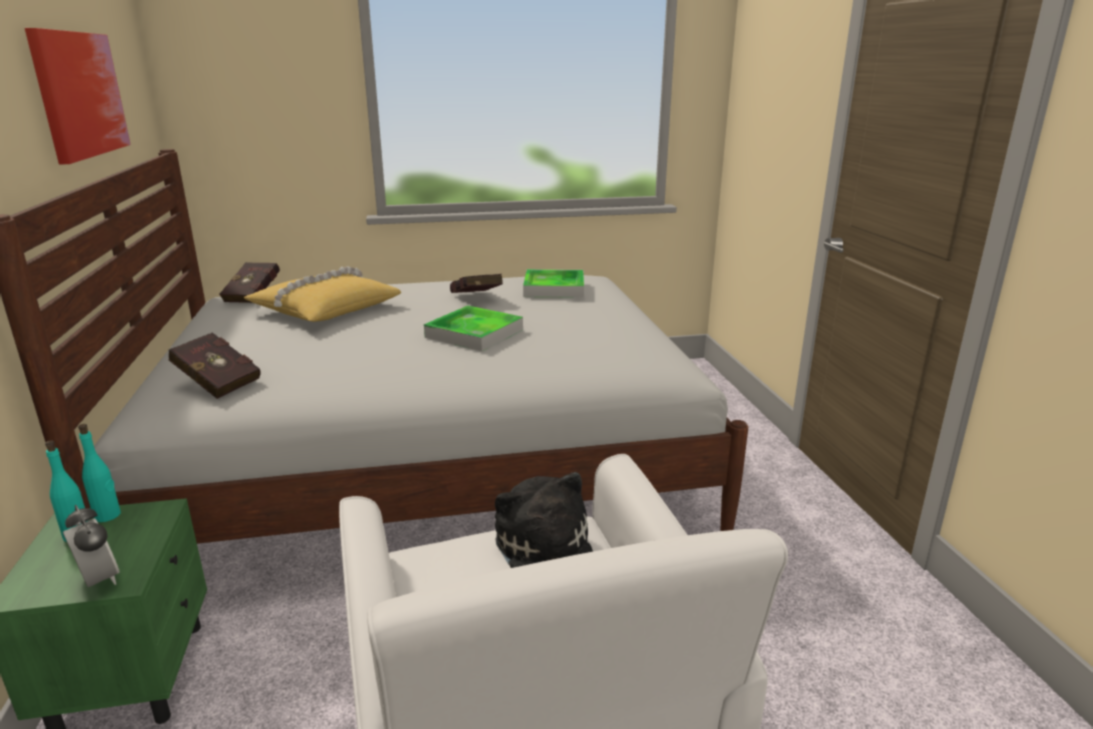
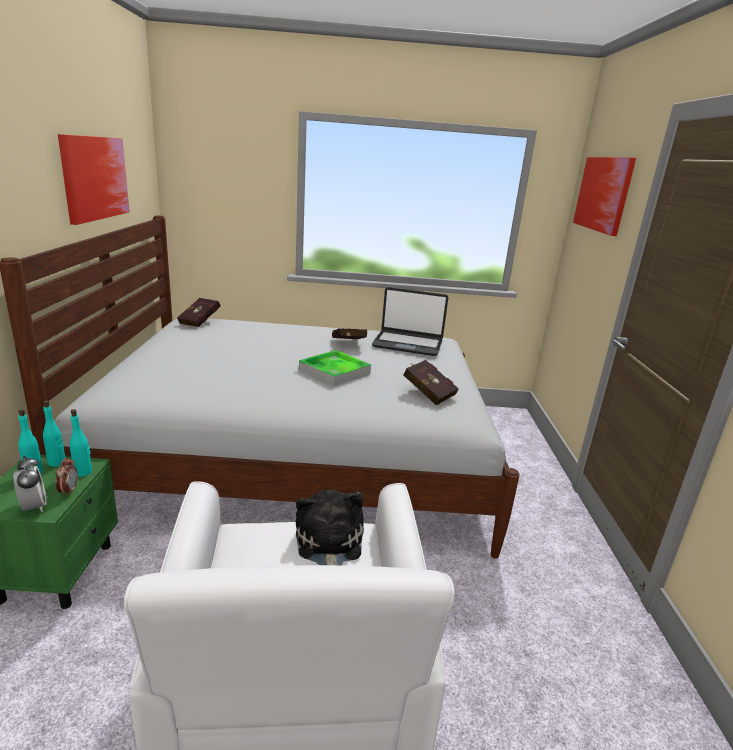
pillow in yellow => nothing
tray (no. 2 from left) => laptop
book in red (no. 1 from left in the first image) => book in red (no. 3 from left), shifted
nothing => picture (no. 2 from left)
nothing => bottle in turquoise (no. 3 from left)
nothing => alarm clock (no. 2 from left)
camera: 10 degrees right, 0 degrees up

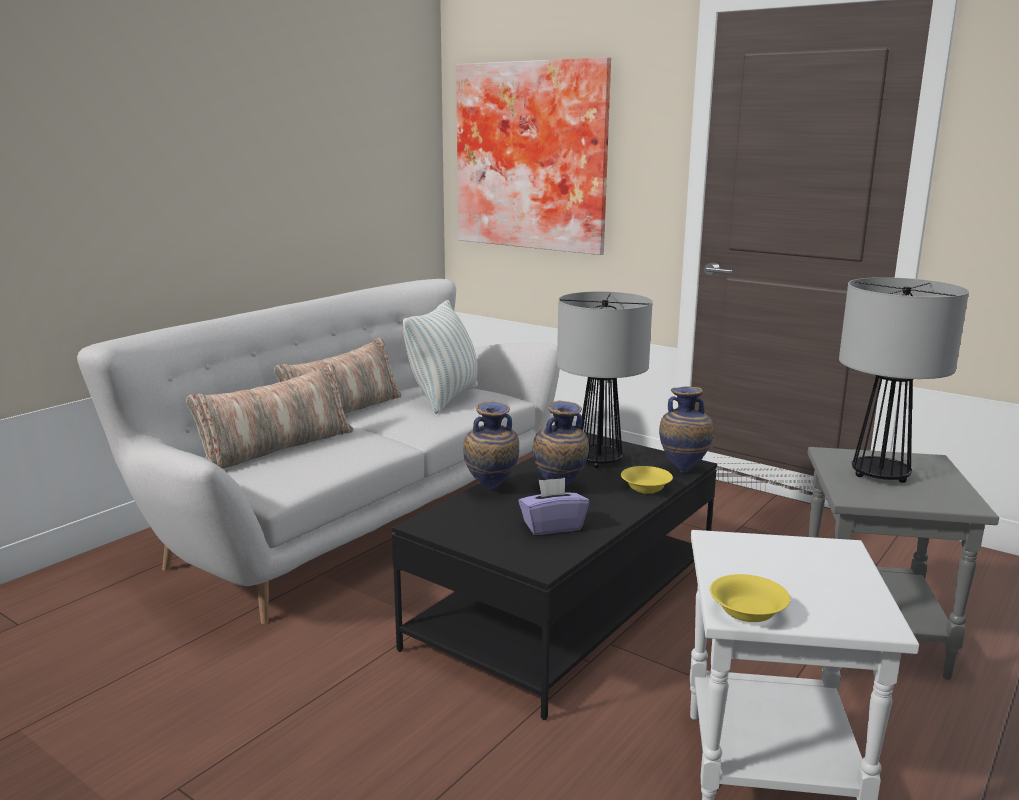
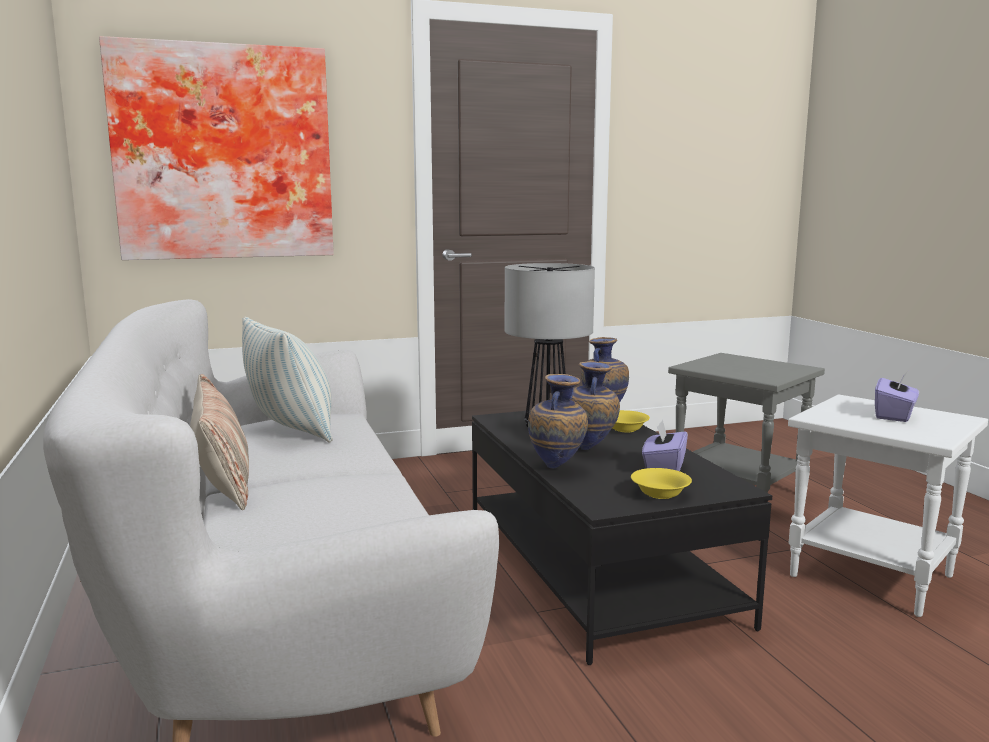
table lamp (no. 2 from left) => nothing
pillow (no. 1 from left) => nothing
bowl in yellow (no. 2 from left), shifted
nothing => tissue box in purple (no. 2 from left)
camera: 55 degrees left, 5 degrees down

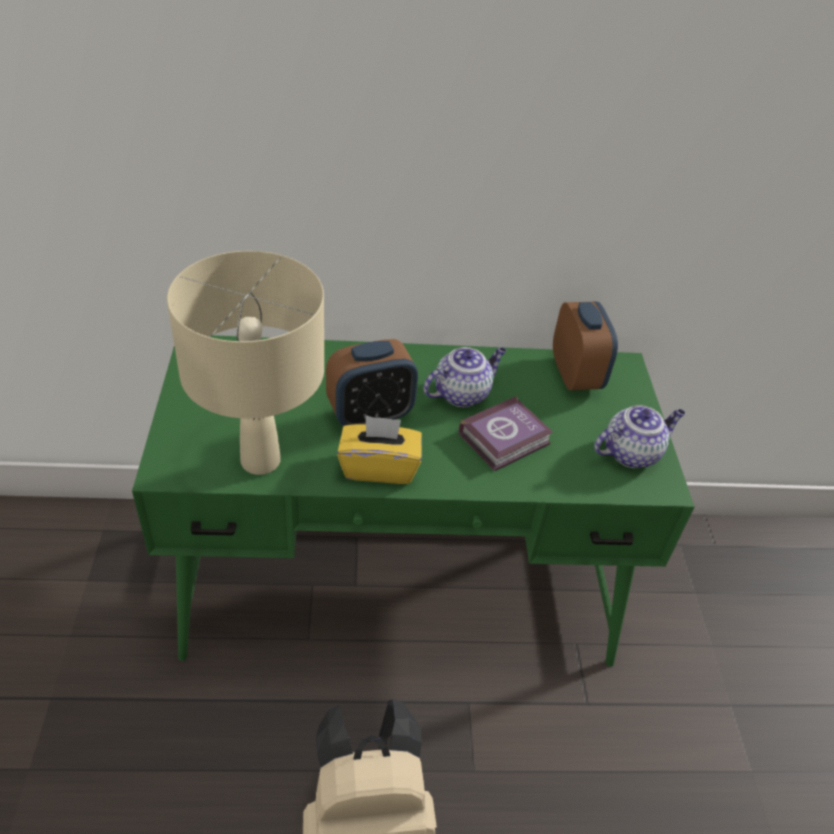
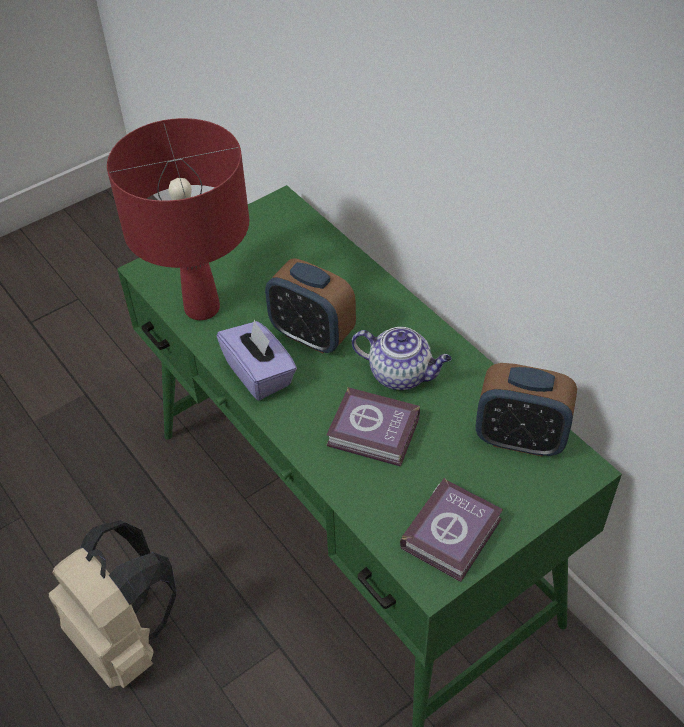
table lamp in beige => table lamp in red
alarm clock (no. 2 from left), 60 degrees clockwise
teapot (no. 2 from left) => book (no. 2 from left)
tissue box in yellow => tissue box in purple
camera: 60 degrees right, 5 degrees up

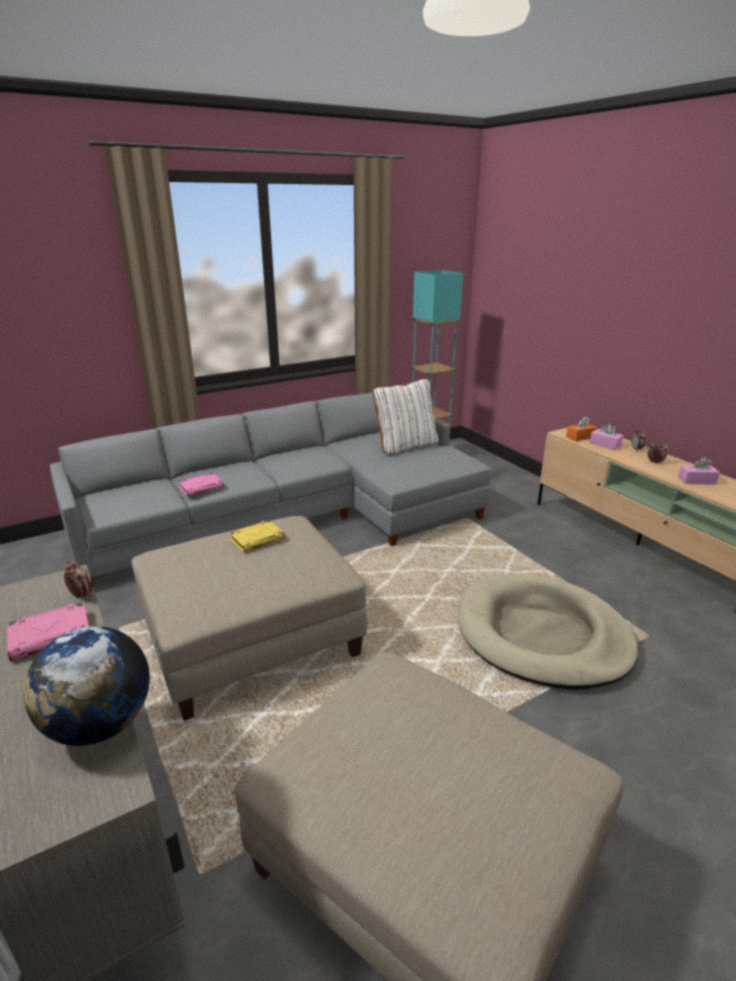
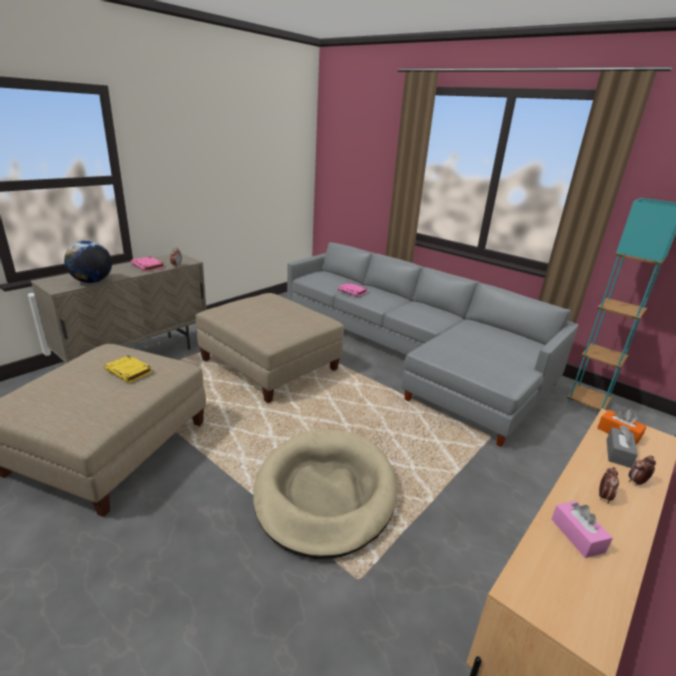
pillow in white => nothing
tissue box in pink (no. 1 from left) => tissue box in grey
book in yellow, shifted
camera: 70 degrees right, 0 degrees up

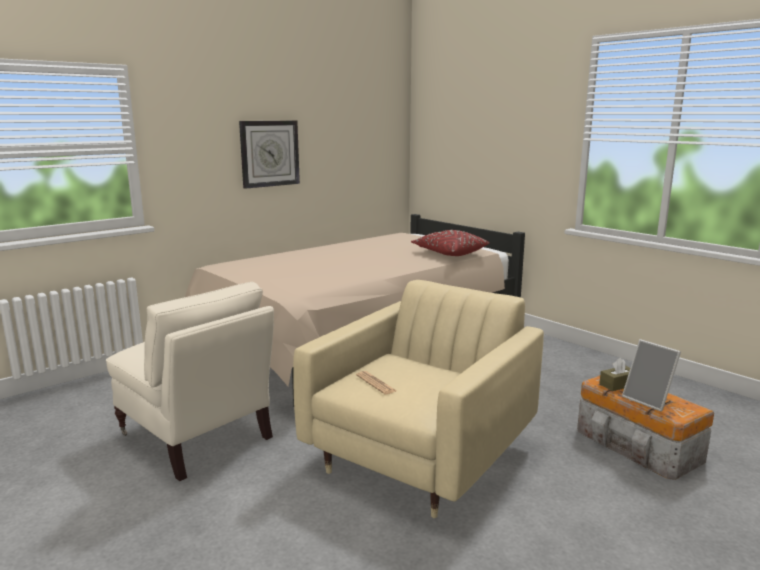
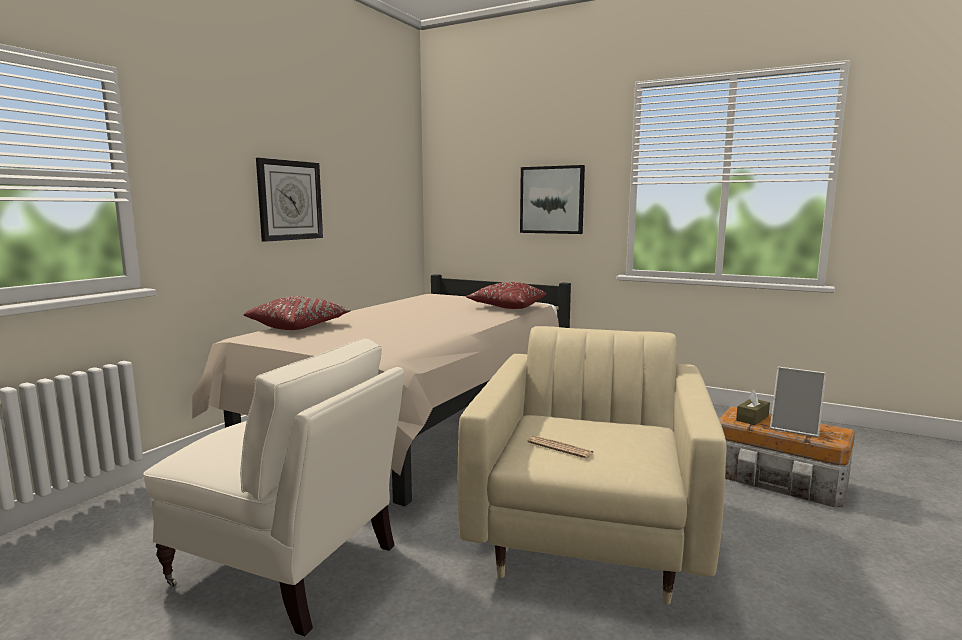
nothing => picture
nothing => pillow in red (no. 1 from left)
camera: 20 degrees left, 5 degrees down

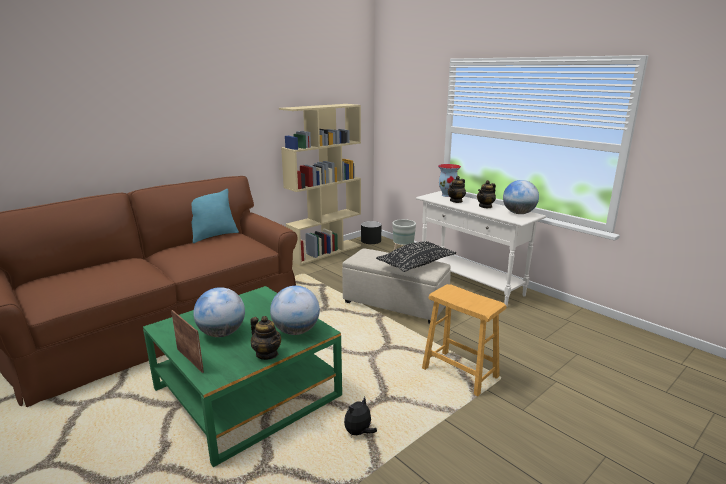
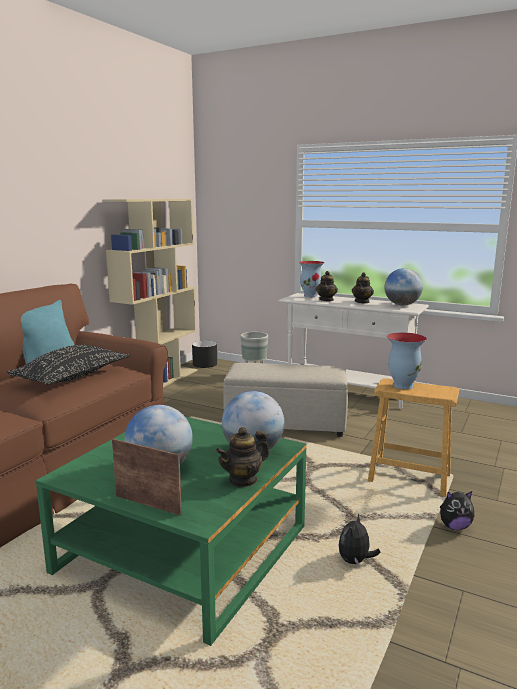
pillow in black, shifted
teapot (no. 1 from left), 120 degrees clockwise
nothing => vase (no. 2 from left)
nothing => plush toy (no. 2 from left)
camera: 20 degrees left, 5 degrees down

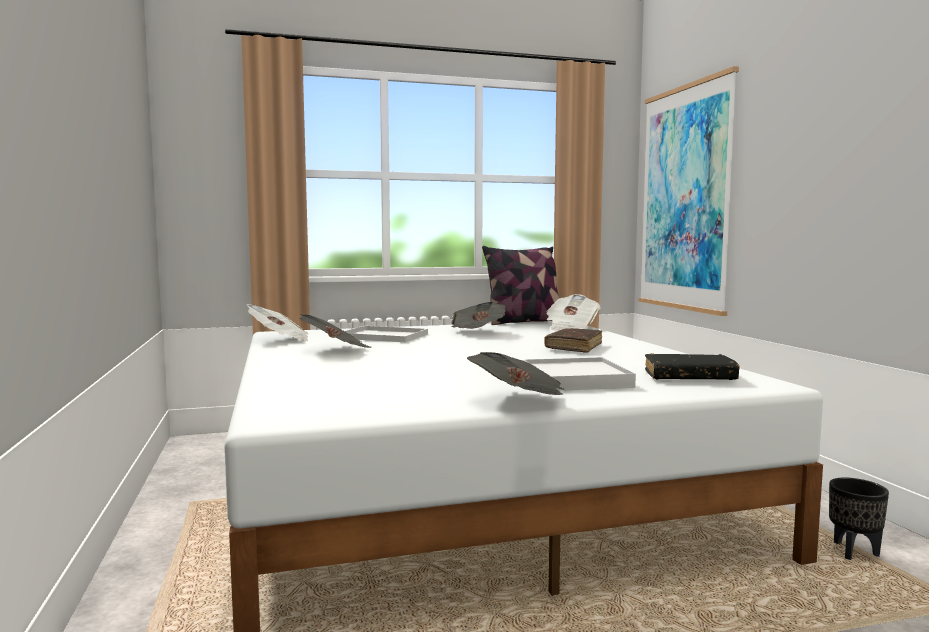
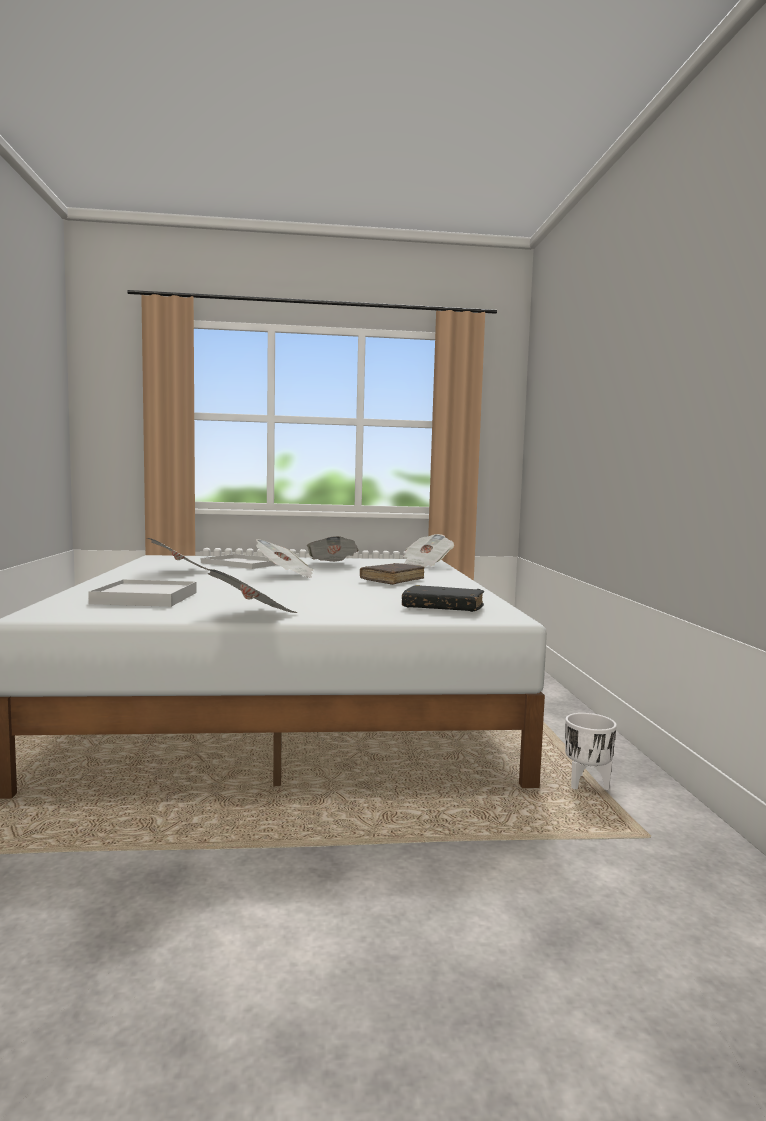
picture => nothing
pillow => nothing
newspaper (no. 1 from left in the first image) => newspaper (no. 3 from left), shifted
tray in white (no. 2 from left in the first image) => tray in white (no. 1 from left), shifted
planter in black => planter in white
camera: 10 degrees right, 0 degrees up

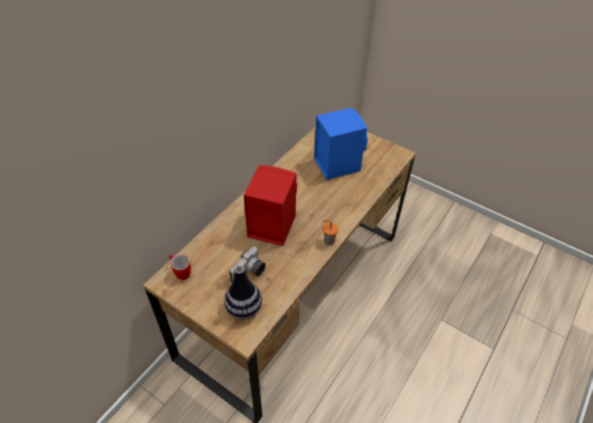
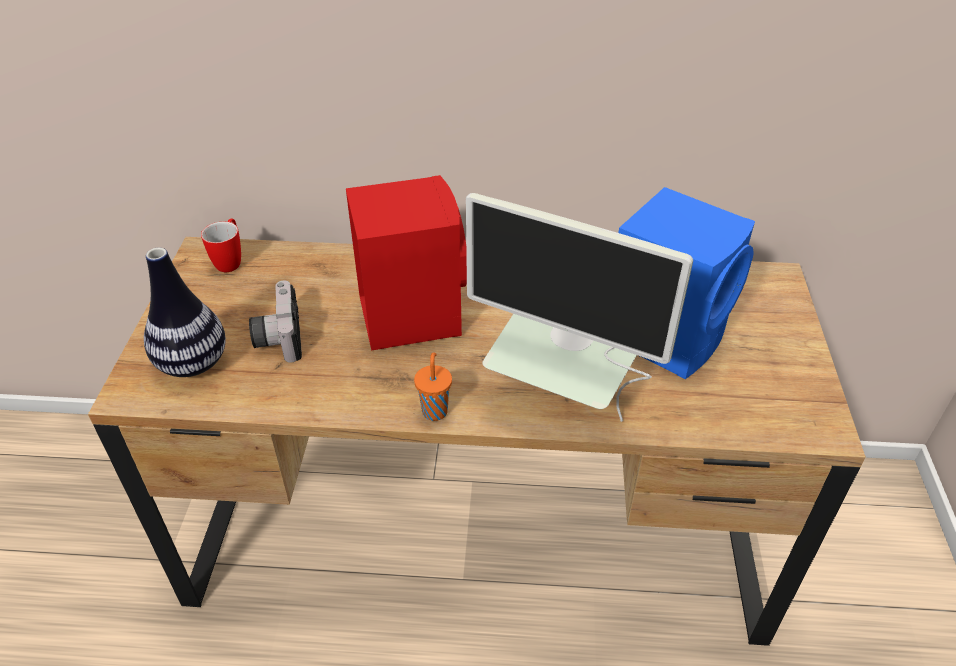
photo camera, 75 degrees clockwise
nothing => monitor
camera: 60 degrees right, 5 degrees down

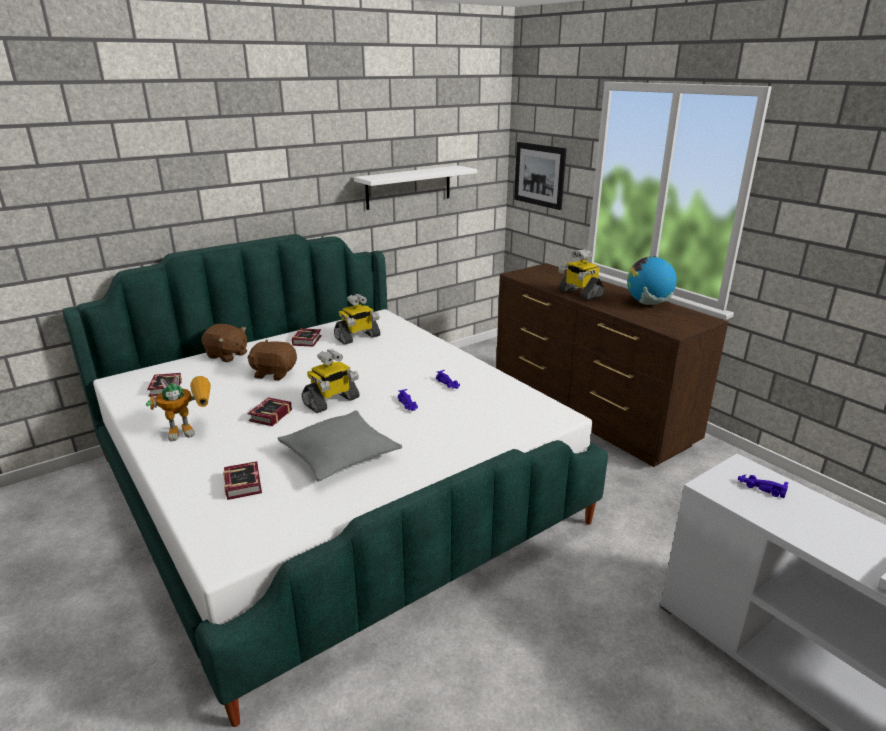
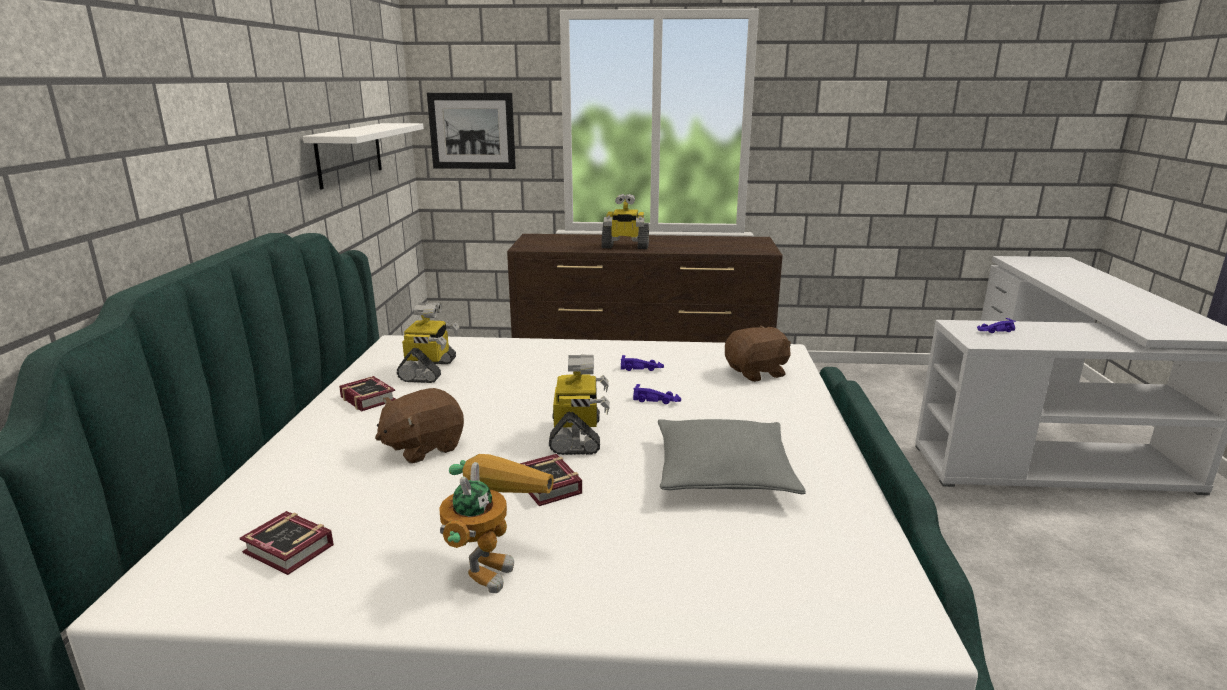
globe => nothing
plush toy in brown (no. 1 from left in the first image) => plush toy in brown (no. 2 from left), shifted
book (no. 2 from left) => nothing
camera: 50 degrees left, 5 degrees down

